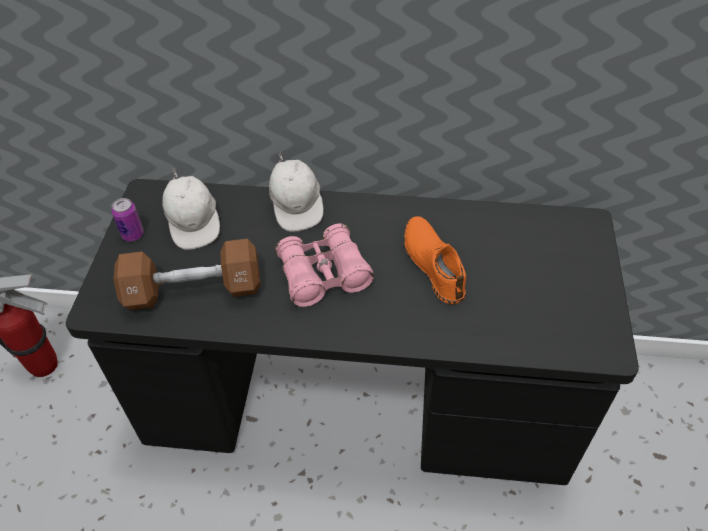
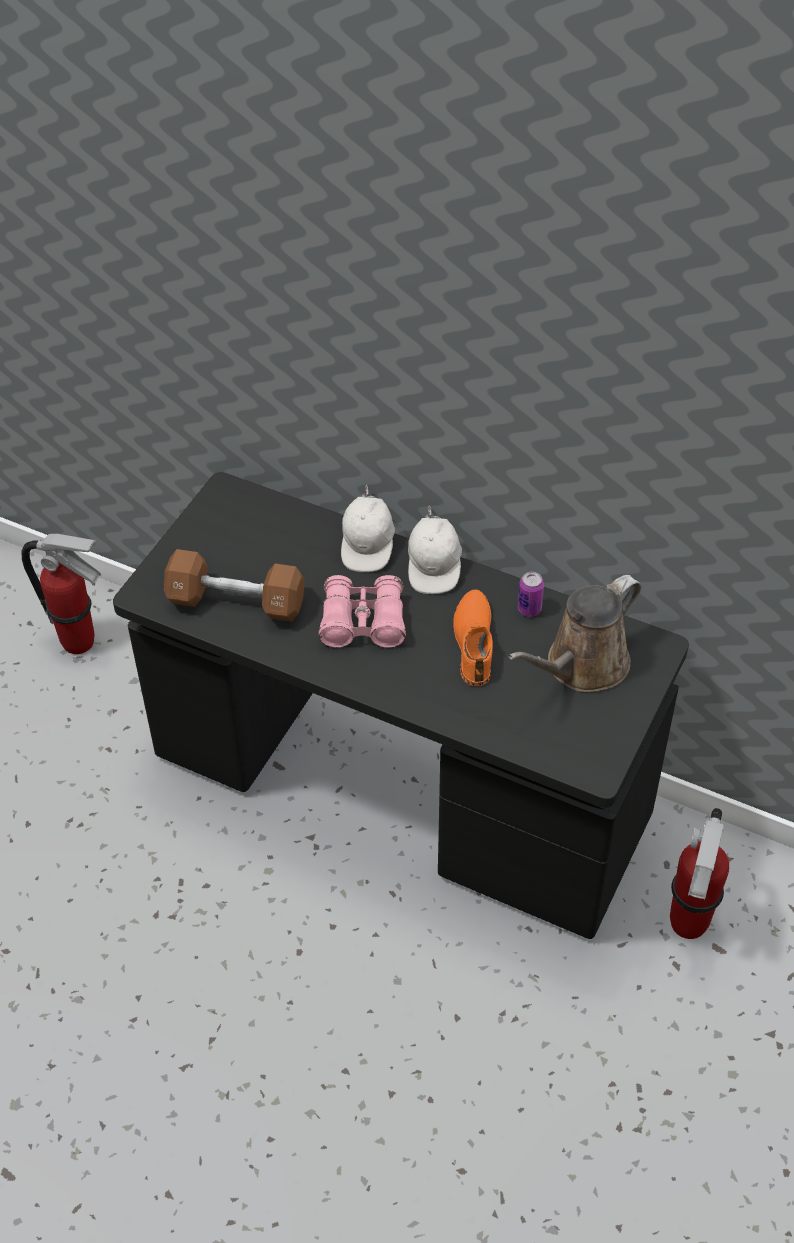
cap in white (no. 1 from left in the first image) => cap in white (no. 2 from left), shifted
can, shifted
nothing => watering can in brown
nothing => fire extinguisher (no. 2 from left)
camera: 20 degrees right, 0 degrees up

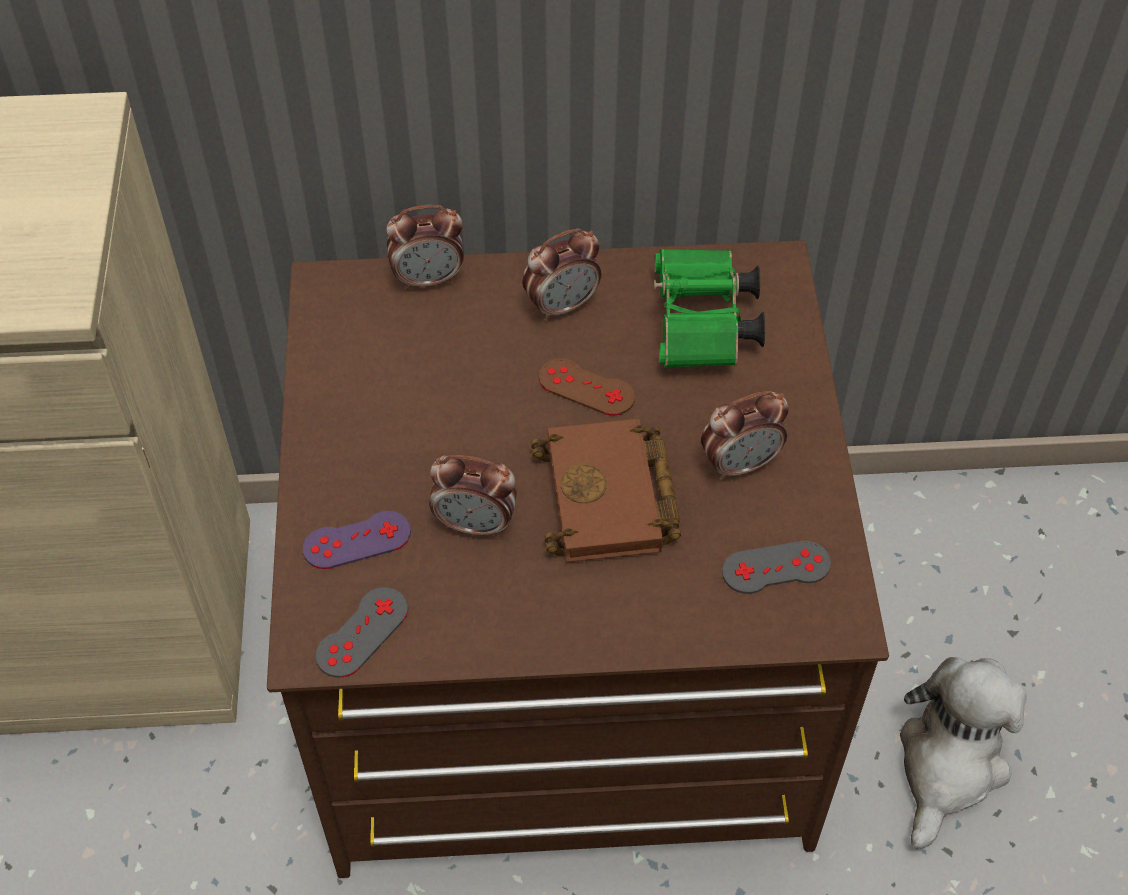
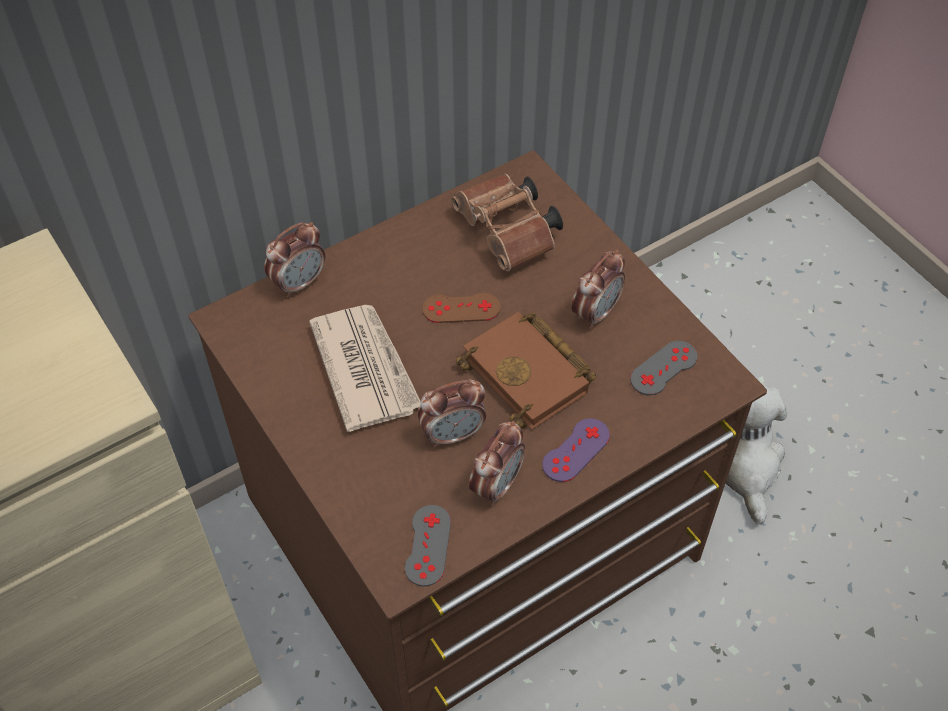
alarm clock (no. 3 from left), shifted
binoculars in green => binoculars in brown
game controller in purple, shifted
nothing => newspaper
camera: 30 degrees left, 0 degrees up

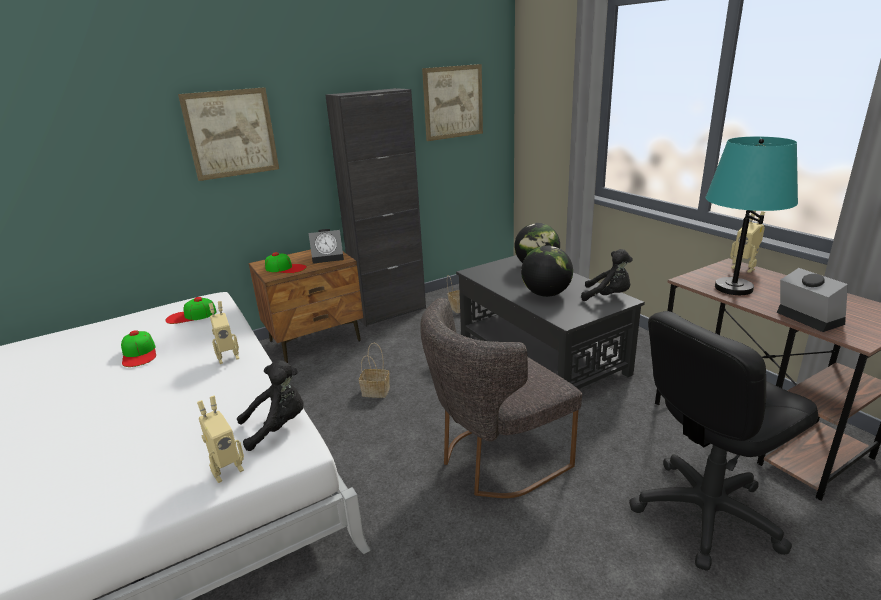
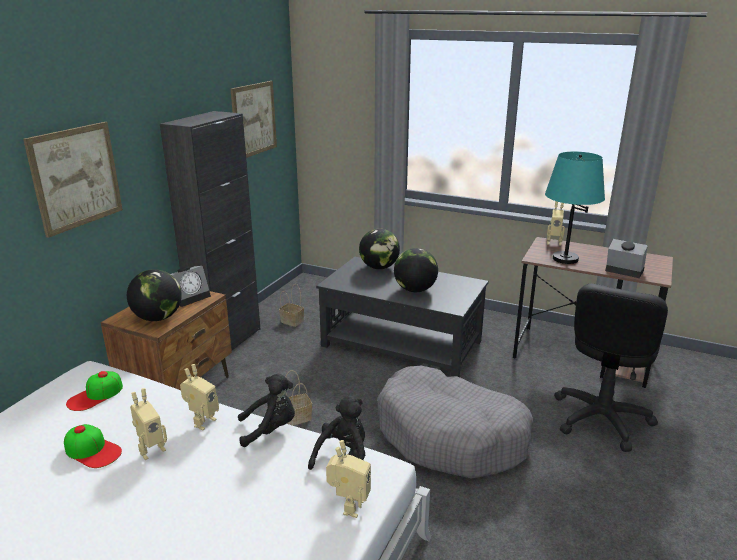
plush toy in black (no. 2 from left in the first image) => plush toy in black (no. 1 from left), shifted
cap (no. 3 from left) => globe (no. 1 from left)
chair in grey => dog bed in grey
nothing => toy robot (no. 1 from left)
camera: 35 degrees left, 0 degrees up

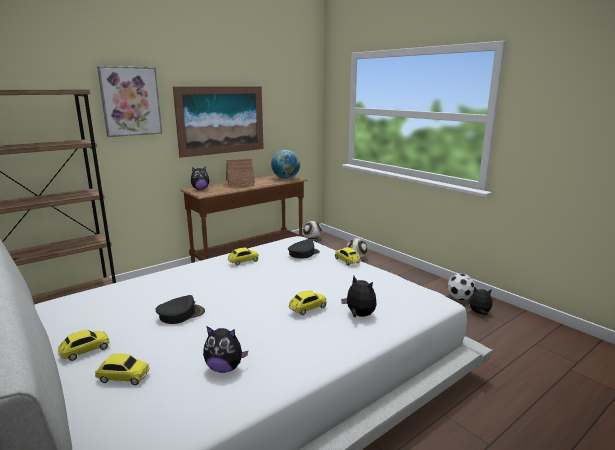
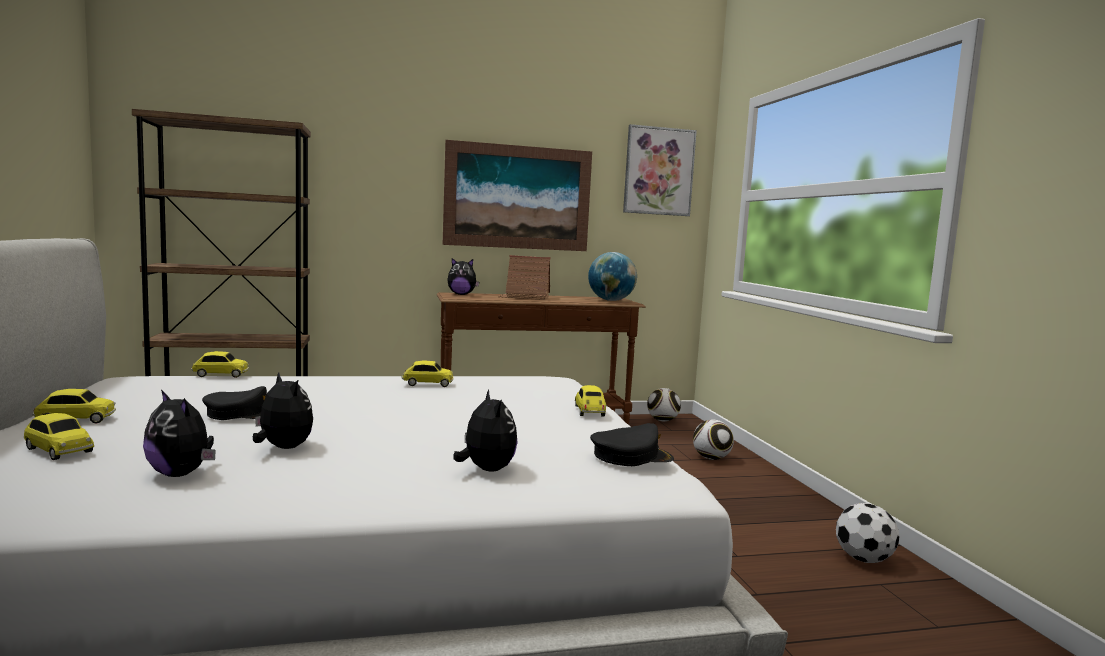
picture (no. 1 from left in the first image) => picture (no. 2 from left), shifted
cap in black (no. 2 from left), shifted
plush toy (no. 4 from left in the first image) => plush toy (no. 2 from left), shifted
toy car (no. 4 from left in the first image) => toy car (no. 3 from left), shifted
camera: 25 degrees right, 10 degrees down

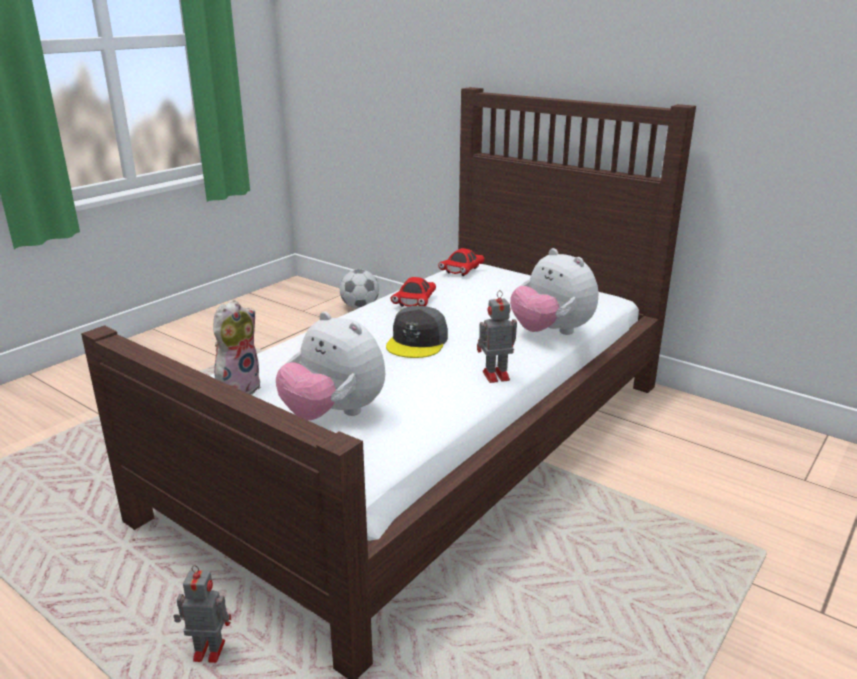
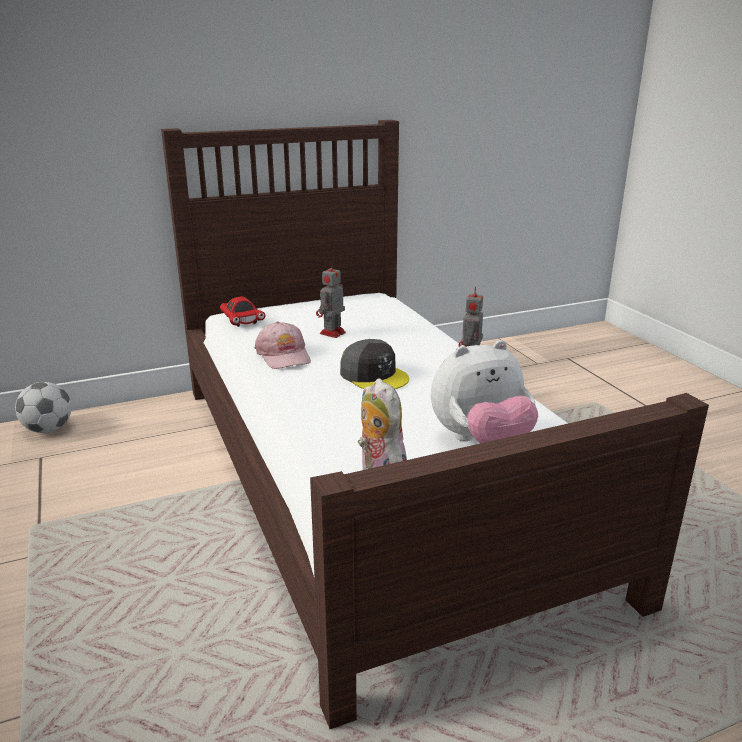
plush toy (no. 3 from left) => nothing
toy car in red (no. 1 from left) => cap in pink
toy robot (no. 1 from left), shifted
camera: 60 degrees left, 0 degrees up

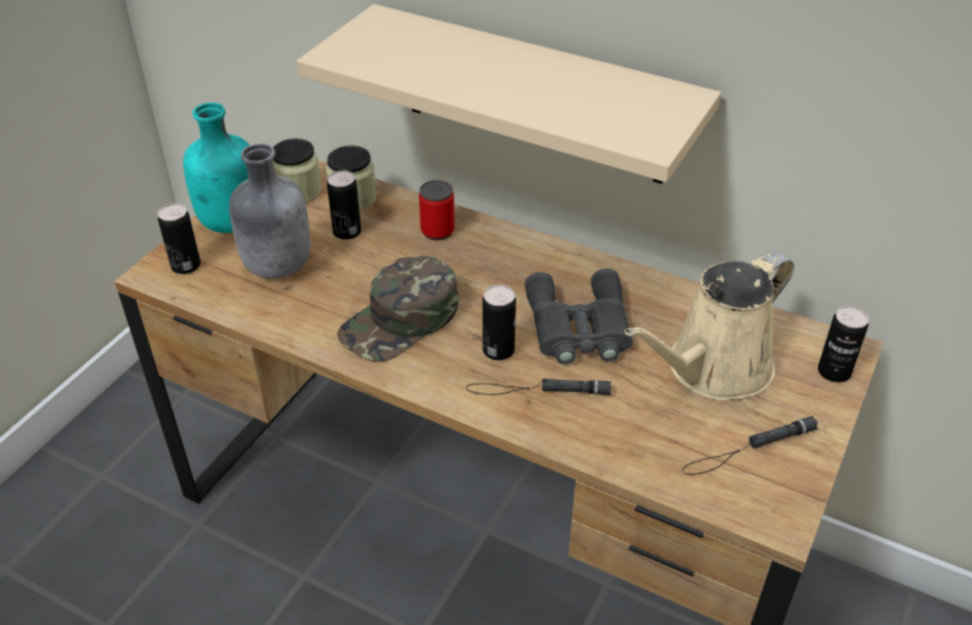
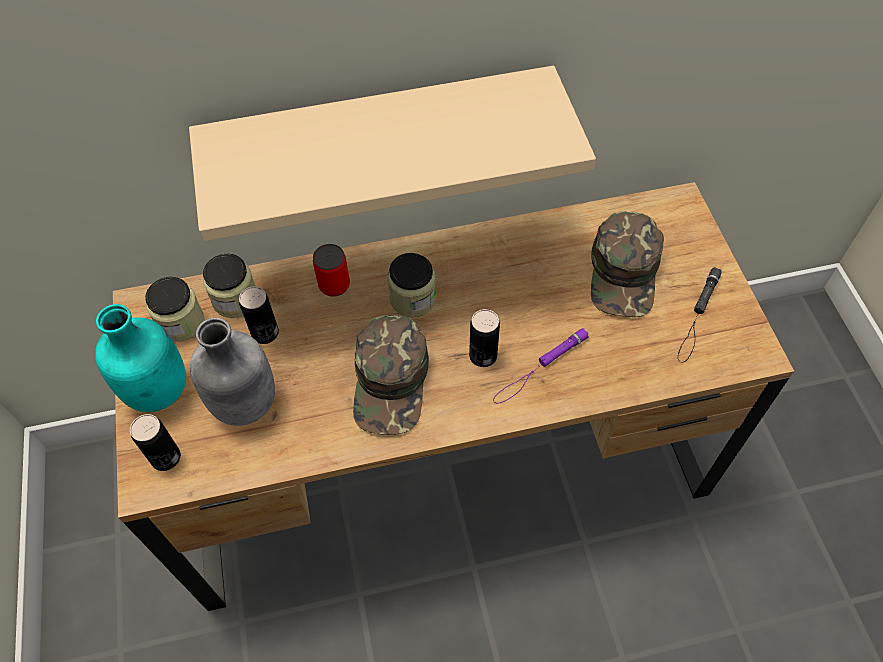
watering can in beige => cap in green (no. 2 from left)
binoculars in grey => nothing
can (no. 5 from left) => nothing
flashlight in black (no. 1 from left) => flashlight in purple
nothing => jar (no. 3 from left)
camera: 40 degrees left, 15 degrees up

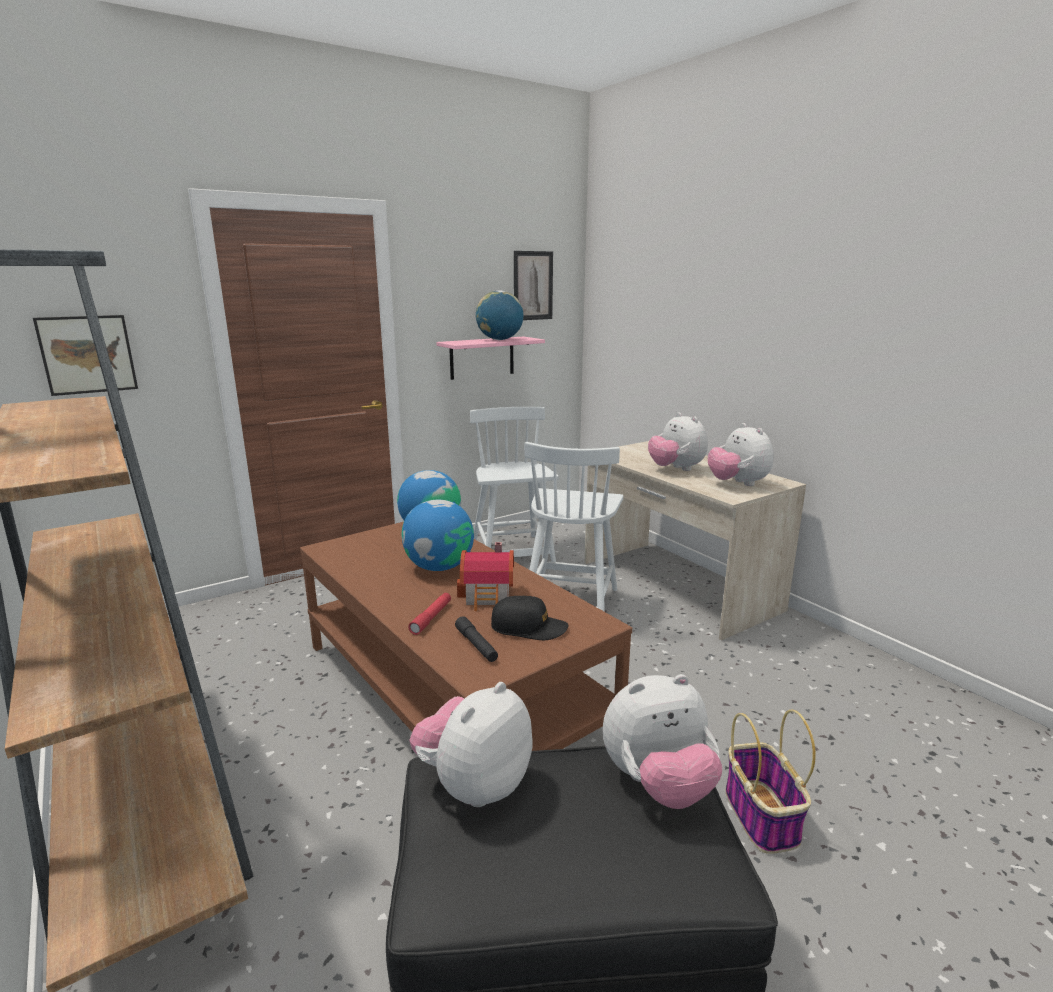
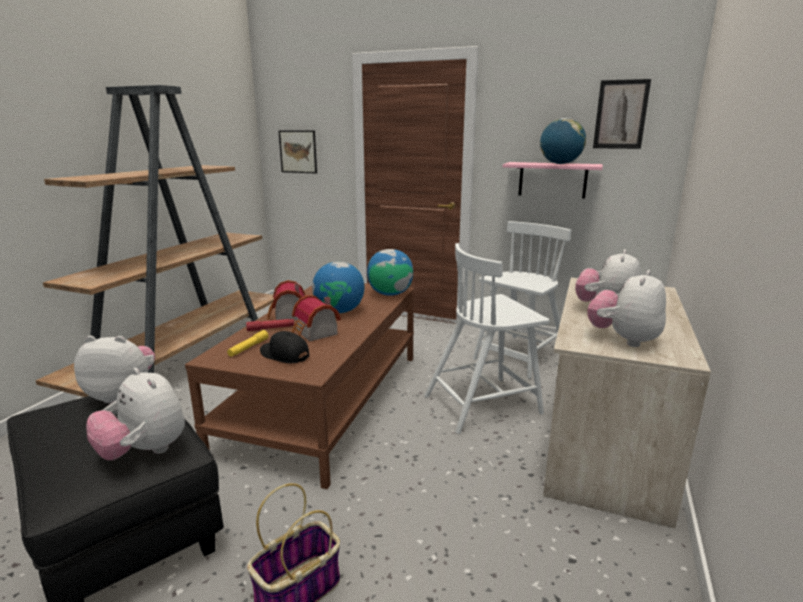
cap in black, 150 degrees clockwise
flashlight in black => flashlight in yellow
nothing => toy house (no. 1 from left)
camera: 55 degrees right, 0 degrees up

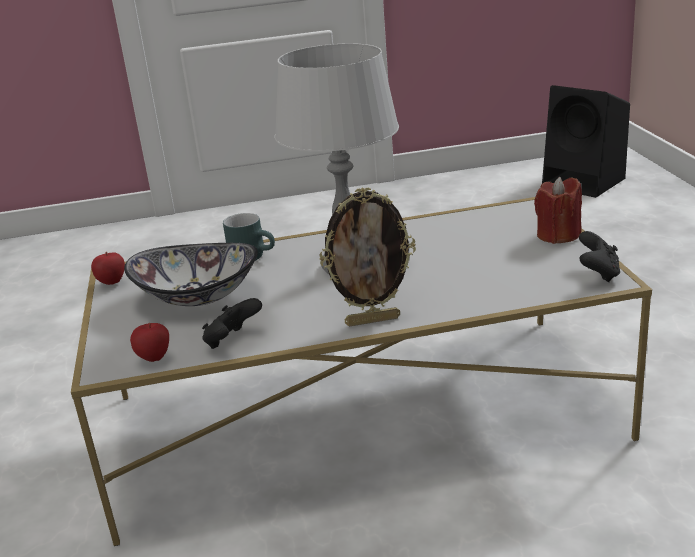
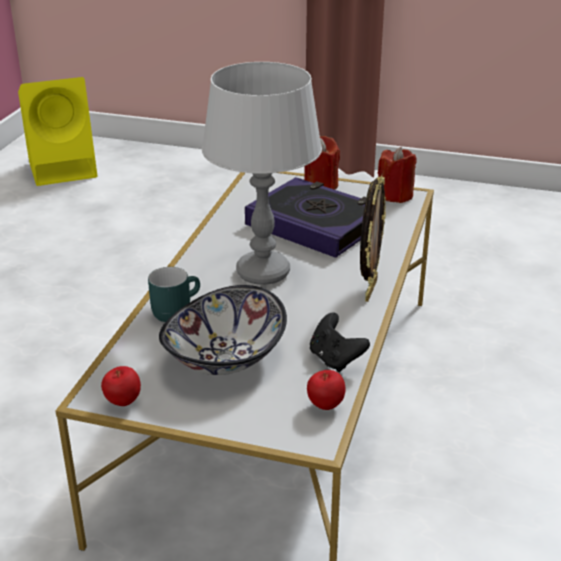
speaker in black => speaker in yellow
game controller in black (no. 2 from left) => candle in red (no. 2 from left)
nothing => book
camera: 65 degrees left, 5 degrees up

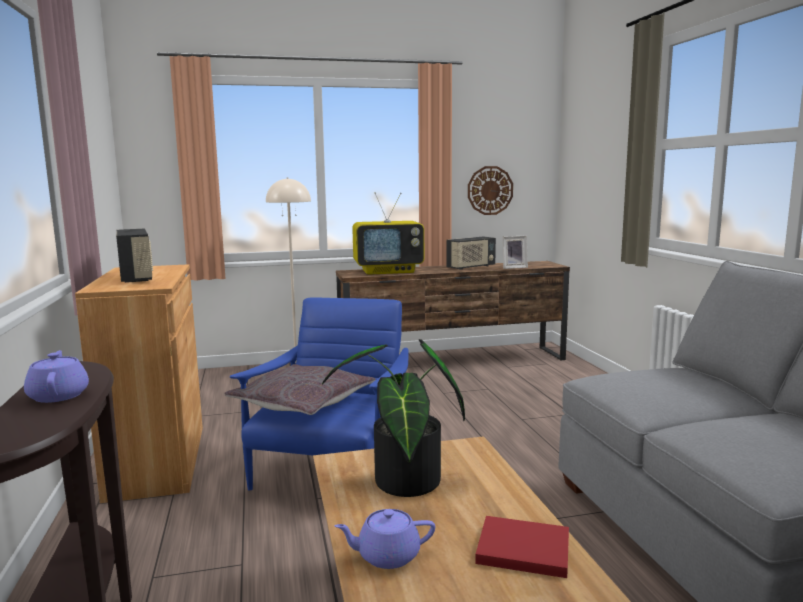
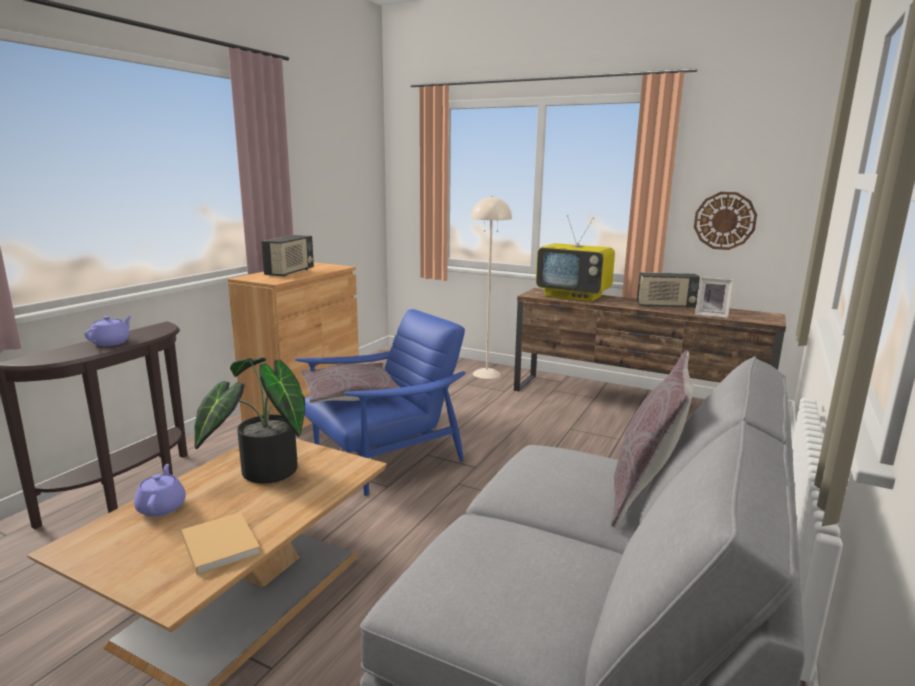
teapot in purple (no. 2 from left), 45 degrees clockwise
book in red => book in beige
nothing => pillow in grey (no. 2 from left)
camera: 40 degrees right, 5 degrees up

